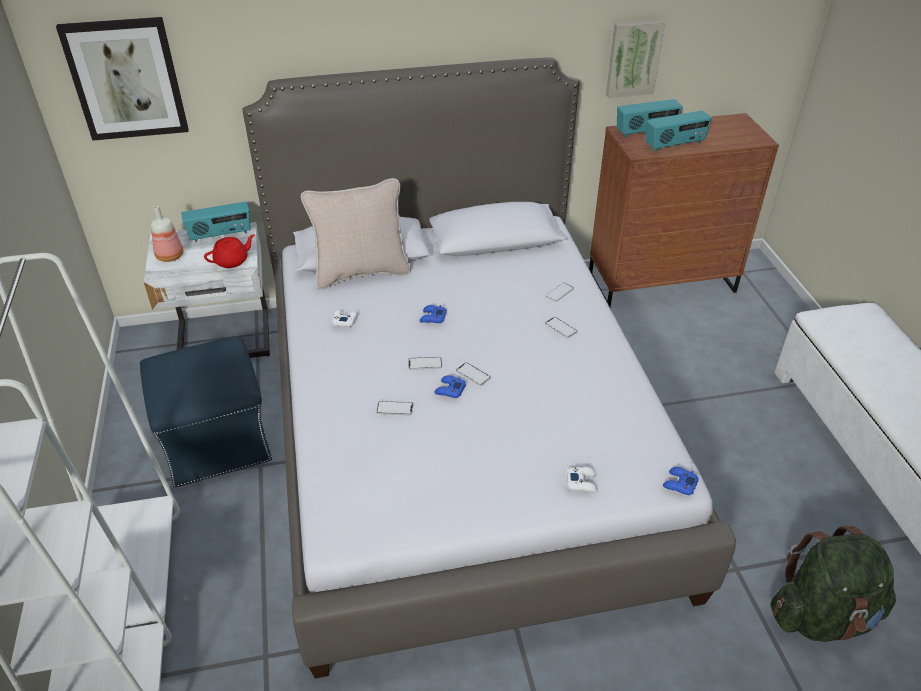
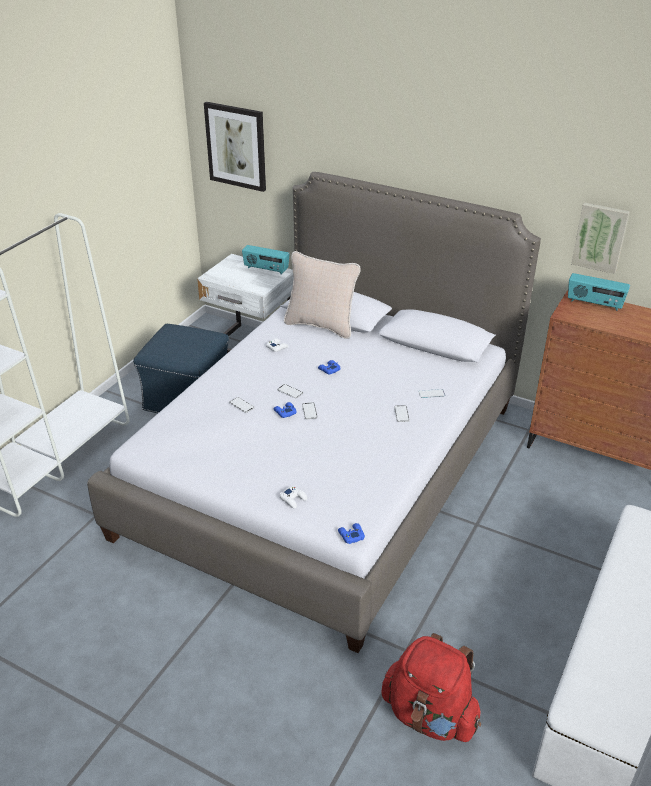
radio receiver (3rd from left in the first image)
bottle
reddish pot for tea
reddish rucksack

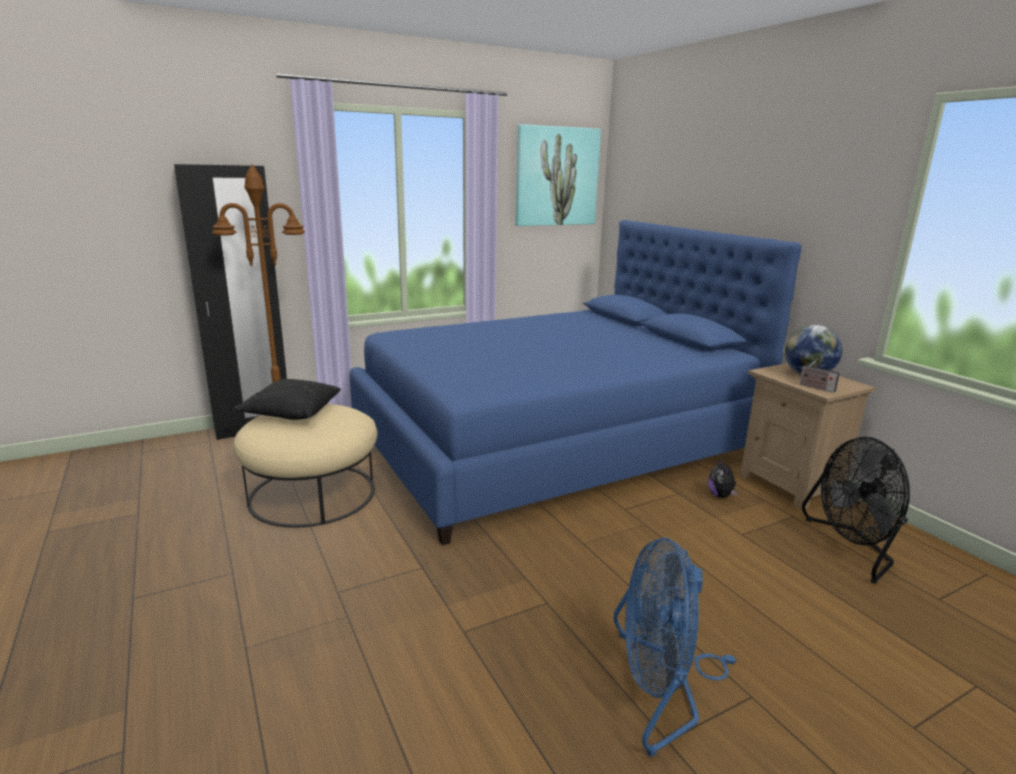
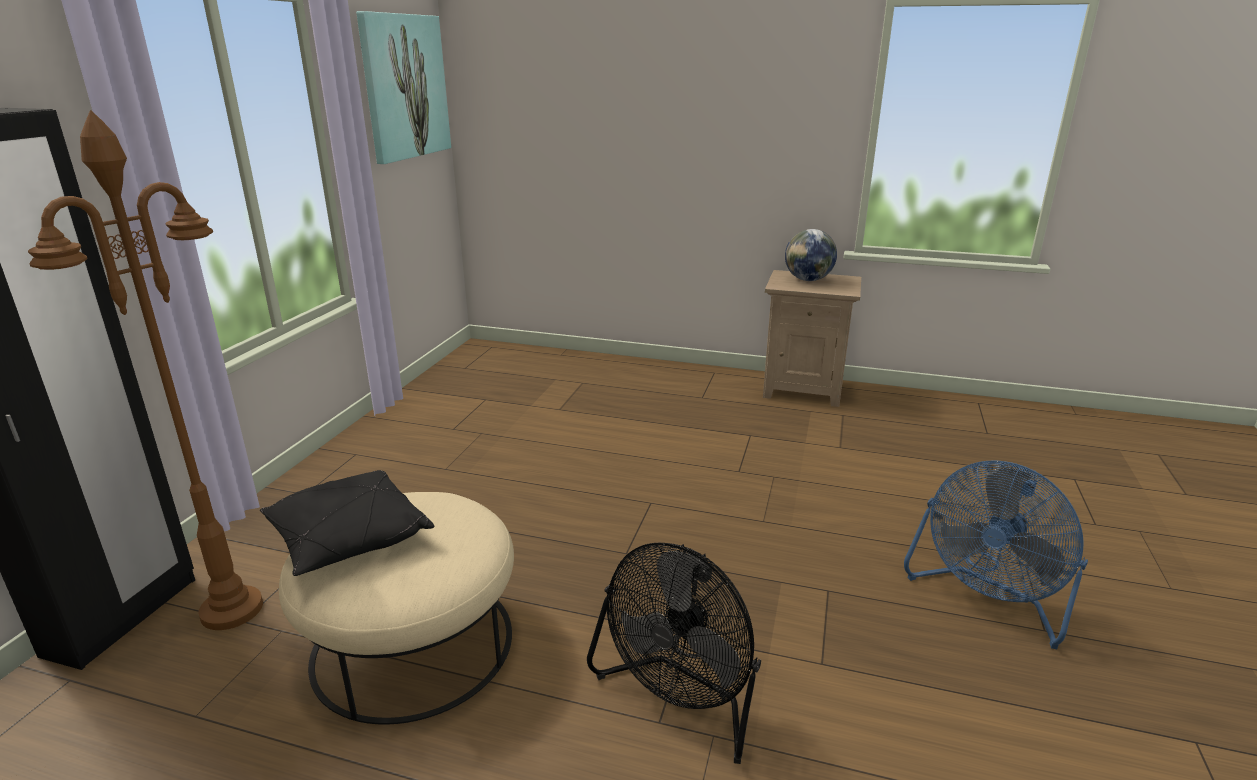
blue sleeping bed
radio receiver
black-coloured cooling fan
plush toy

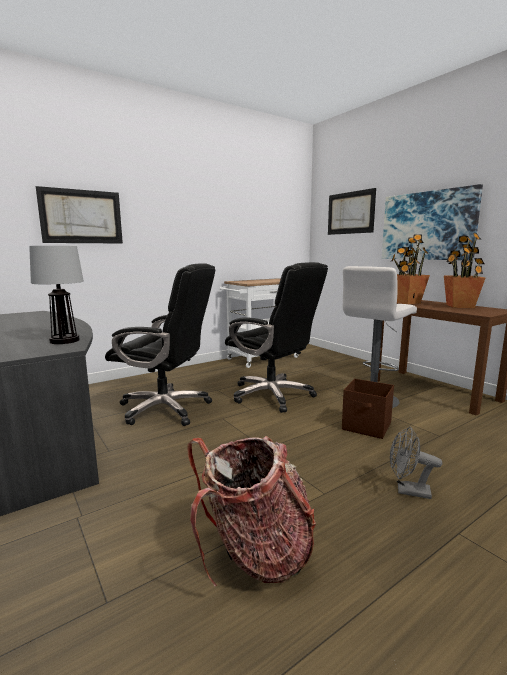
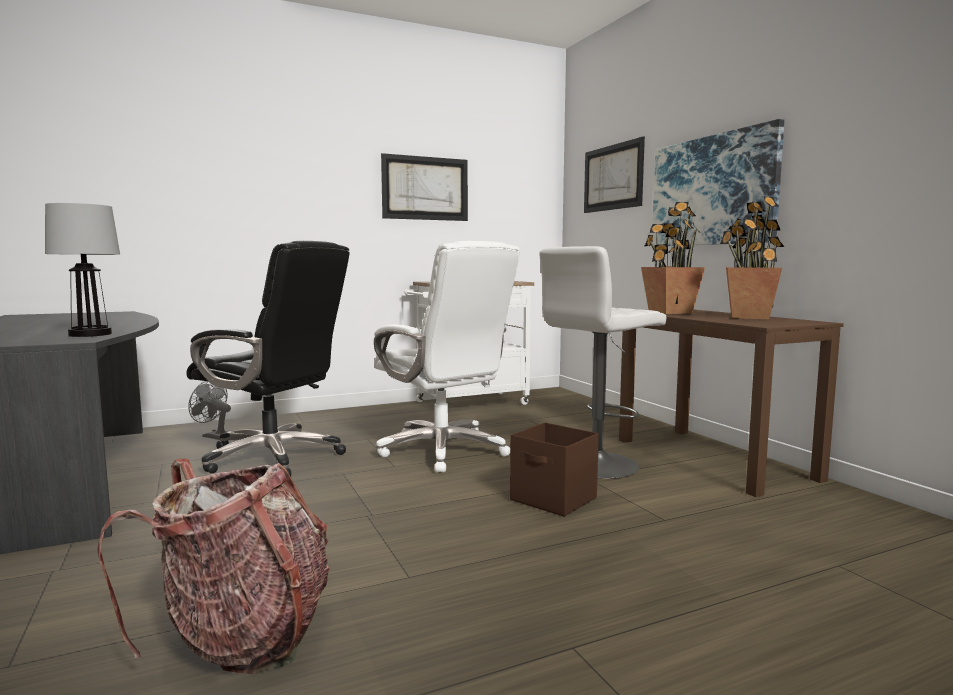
picture (1st from left)
whitish computer chair
grey cooling fan

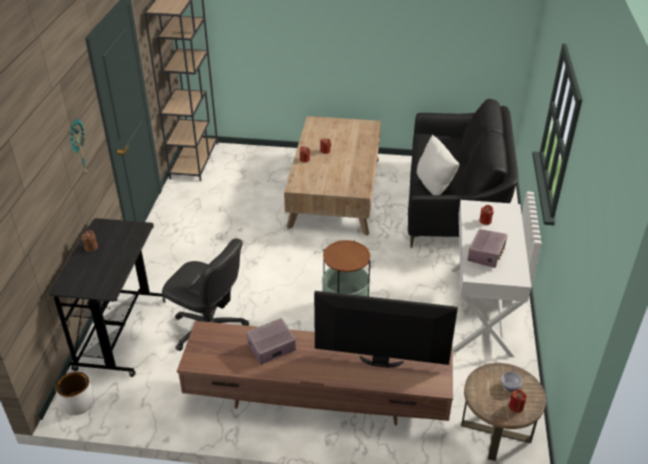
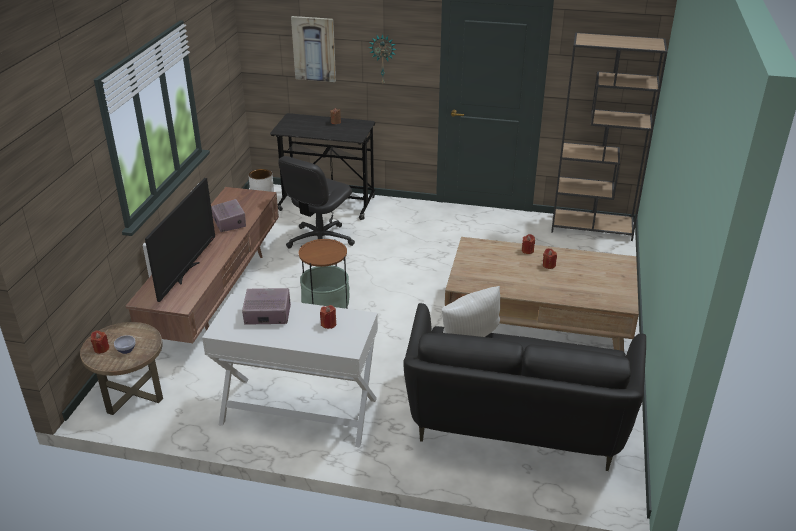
radio receiver (2nd from left)
picture

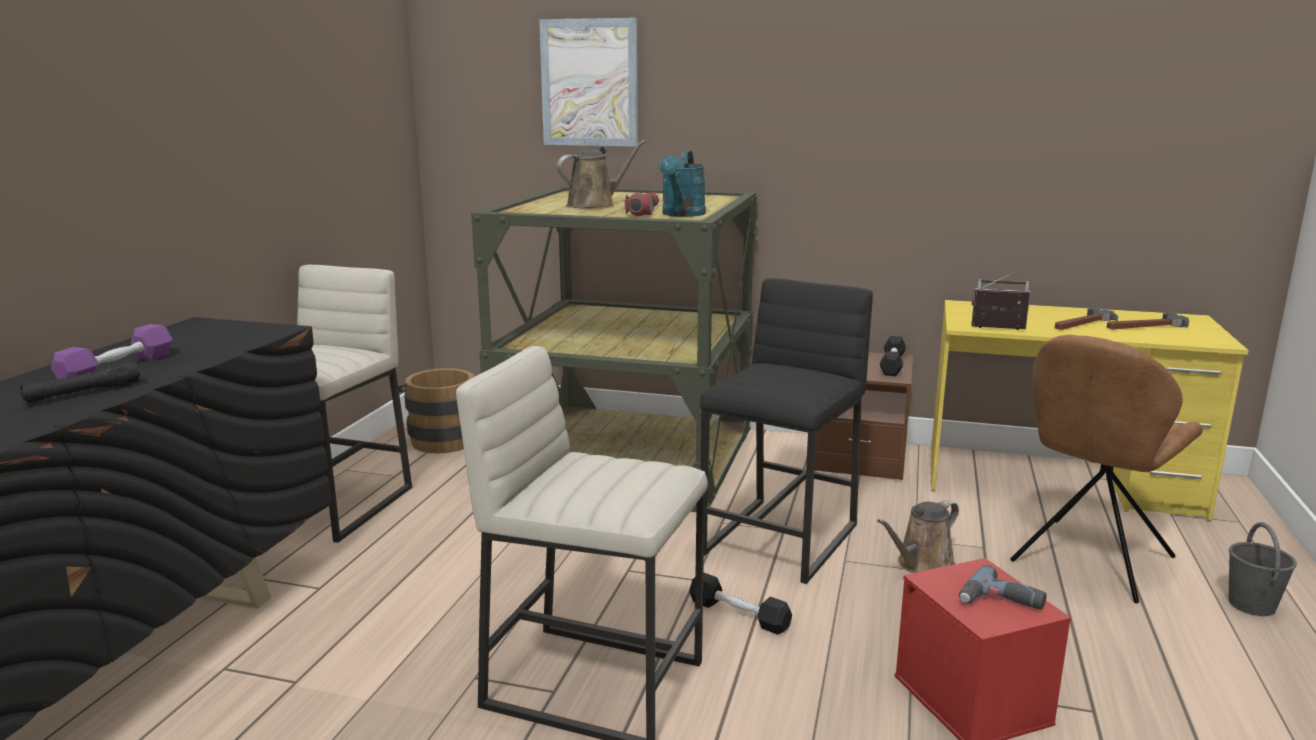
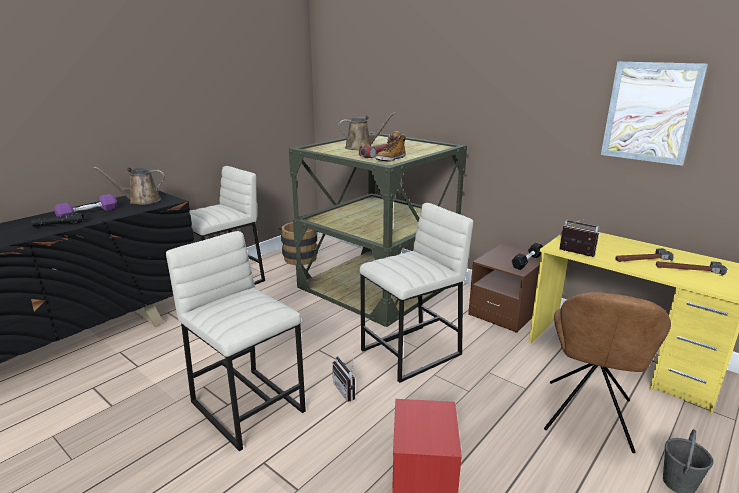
picture
high-top boot
beige-coloured stool seat (3rd from left)
brown-coloured chair
brown-coloured watering pot (1st from left)
electric drill
radio receiver (1st from left)

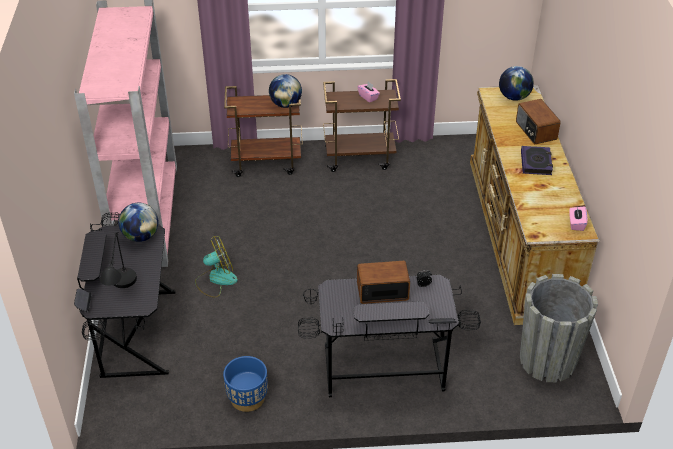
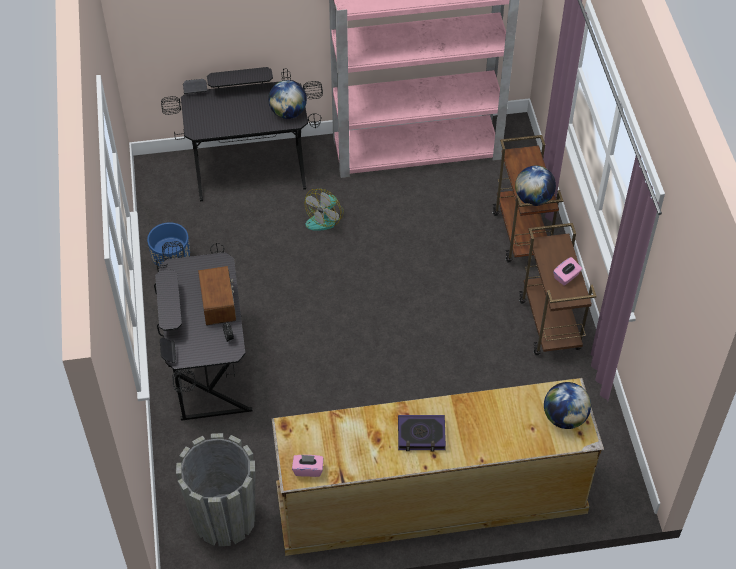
radio receiver (2nd from left in the first image)
black-coloured tabletop lamp
cooling fan

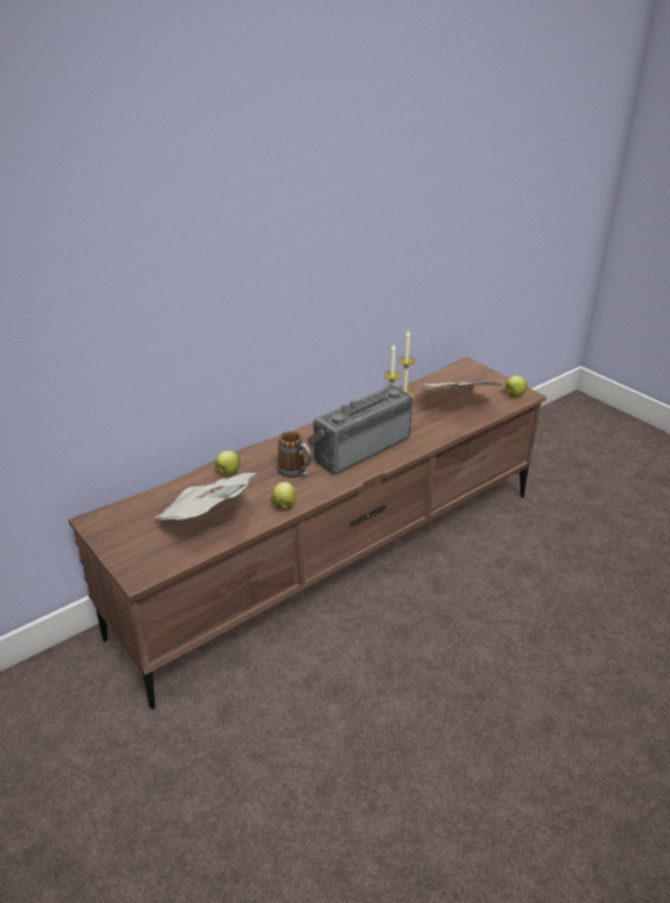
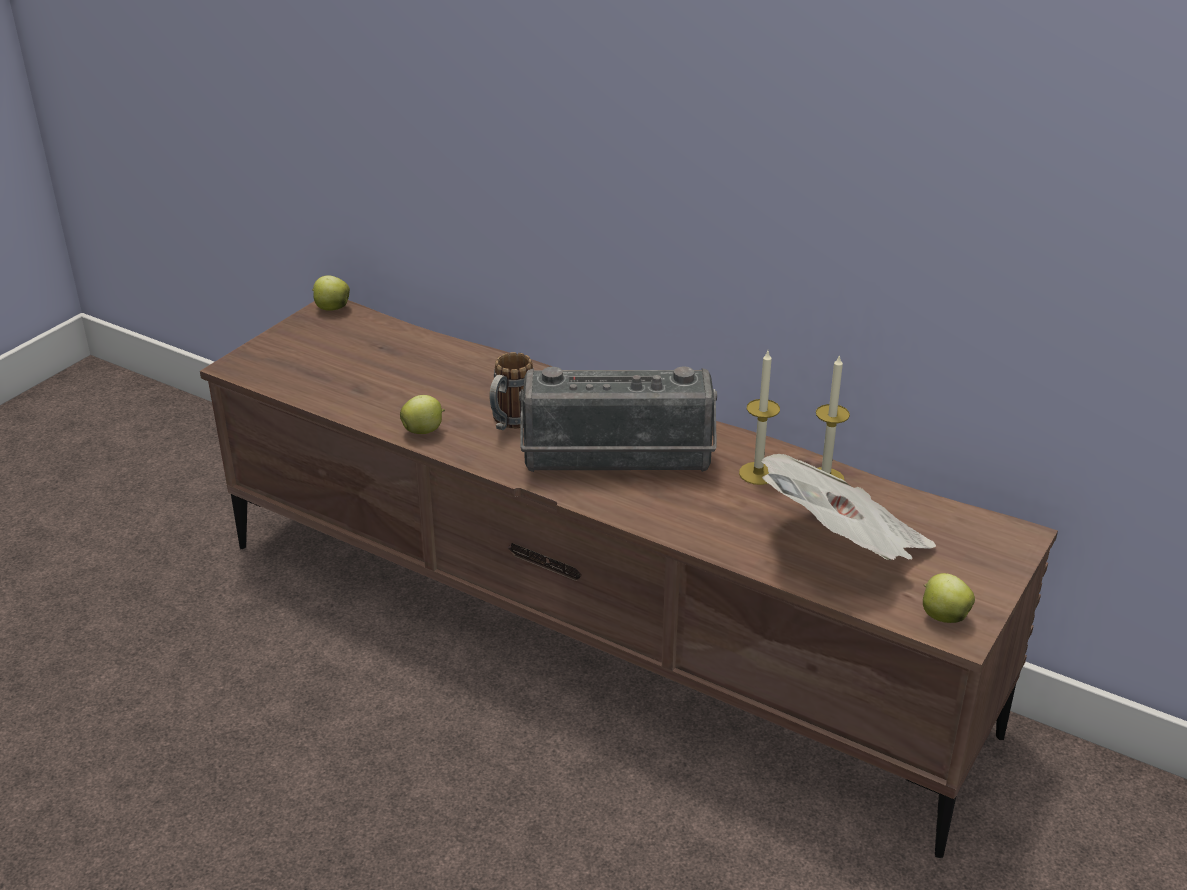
radio receiver
whole apple (1st from left)
printed paper (1st from left in the first image)

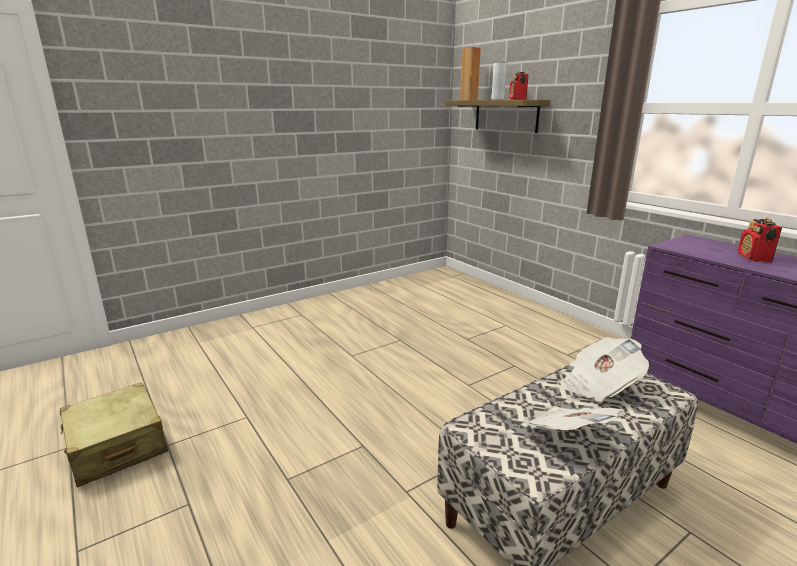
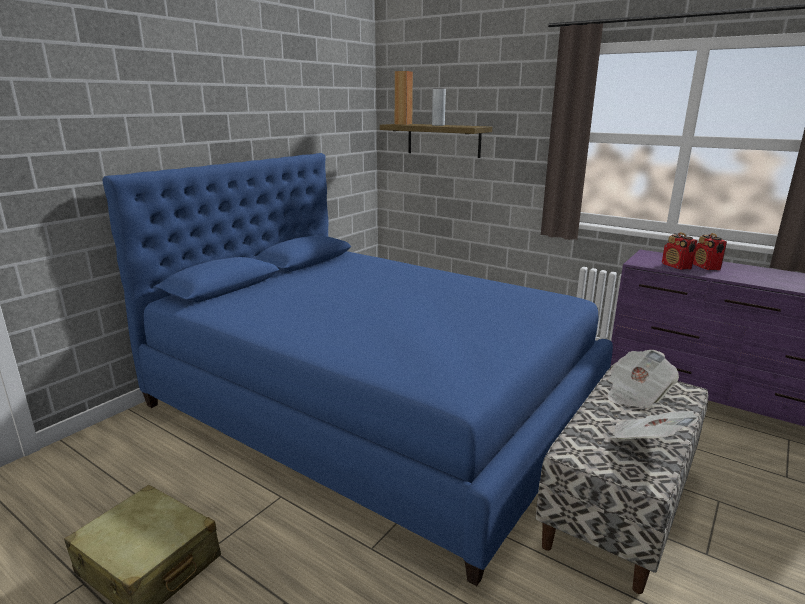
radio receiver (1st from left)
blue sleeping bed

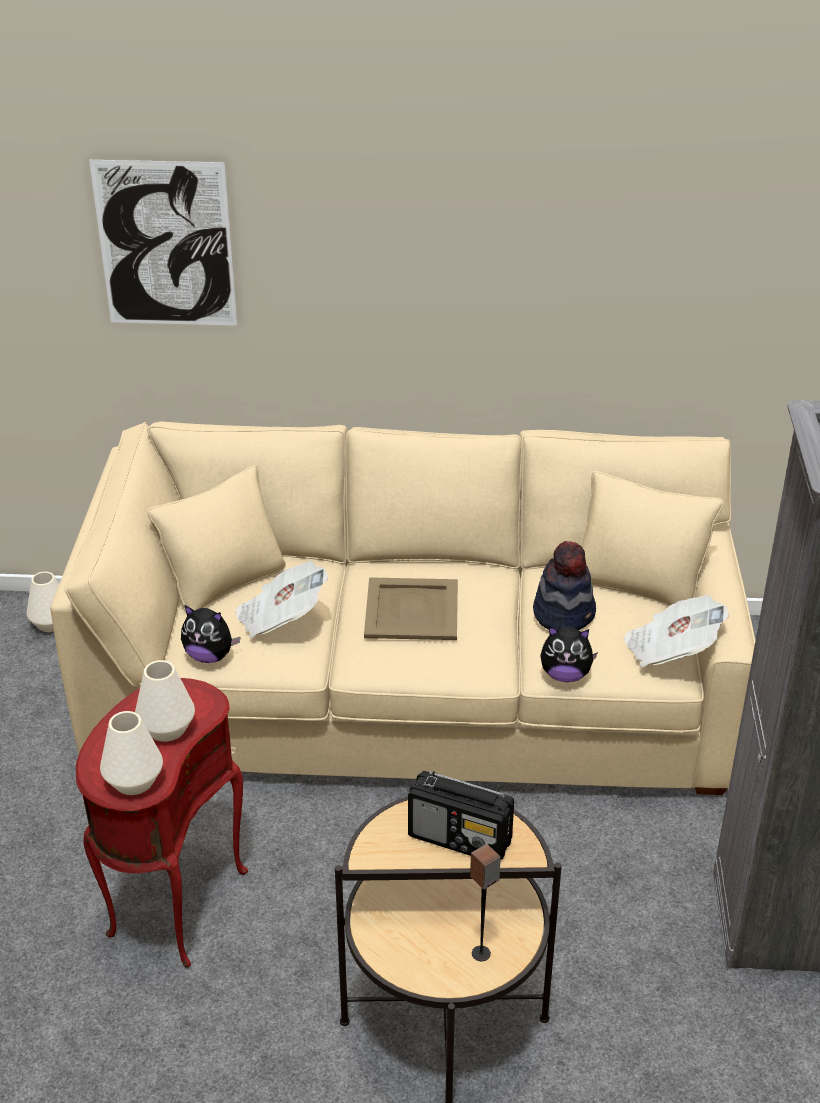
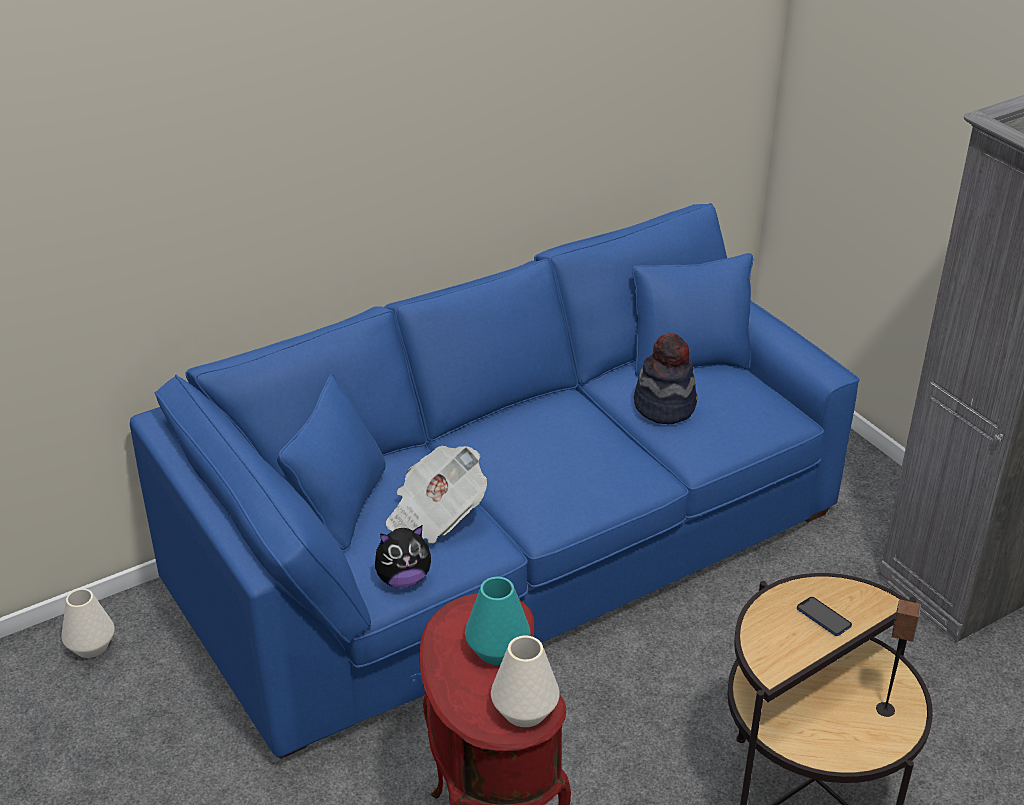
picture
blue settee
beige-coloured serving tray
printed paper (2nd from left in the first image)
plush toy (2nd from left in the first image)
blue-green flower vase
phone

